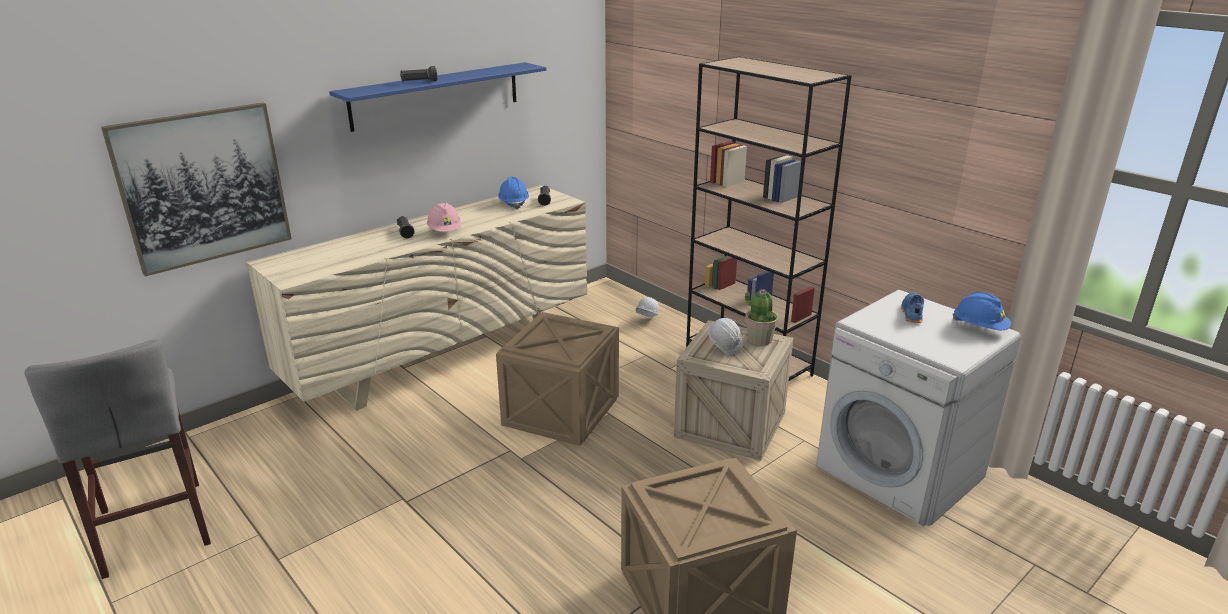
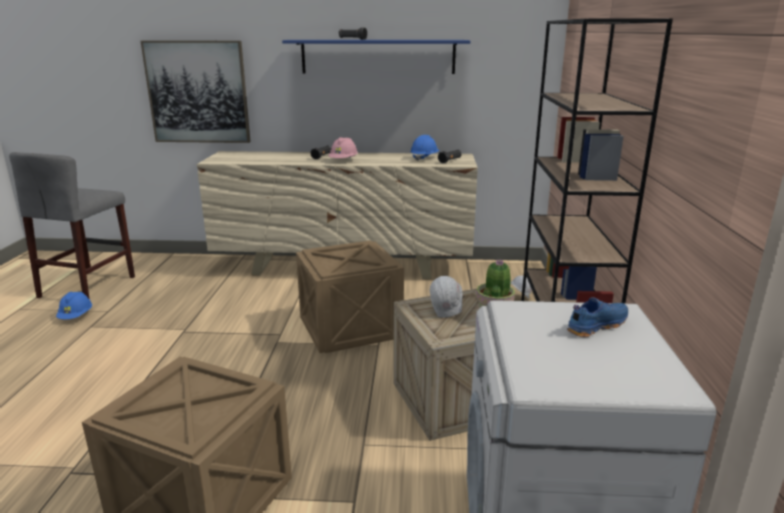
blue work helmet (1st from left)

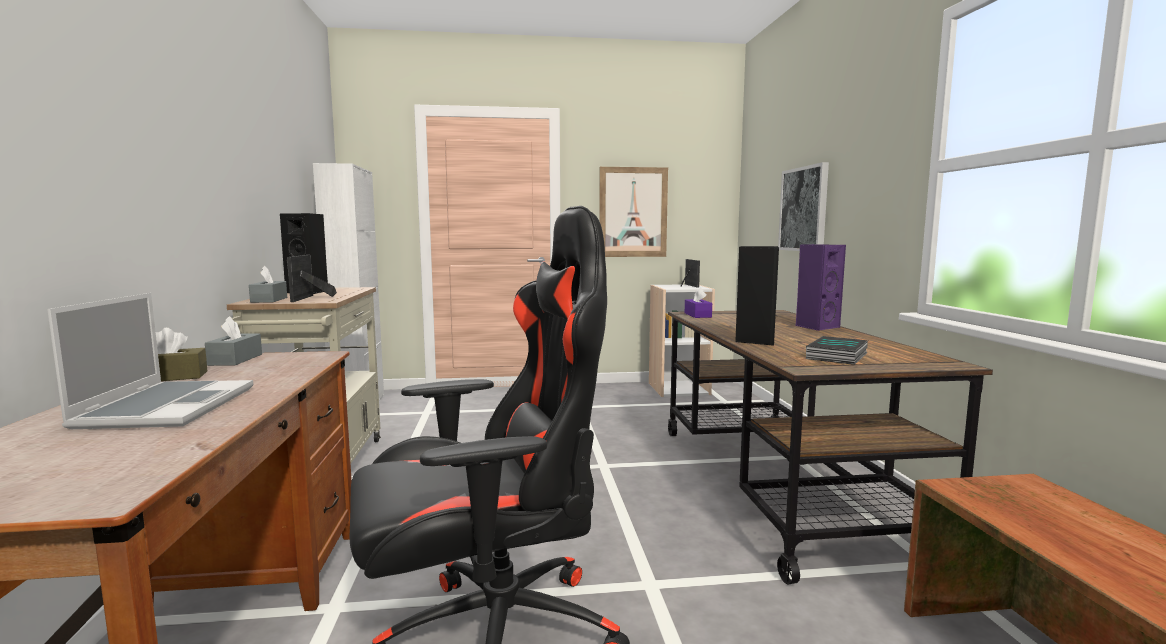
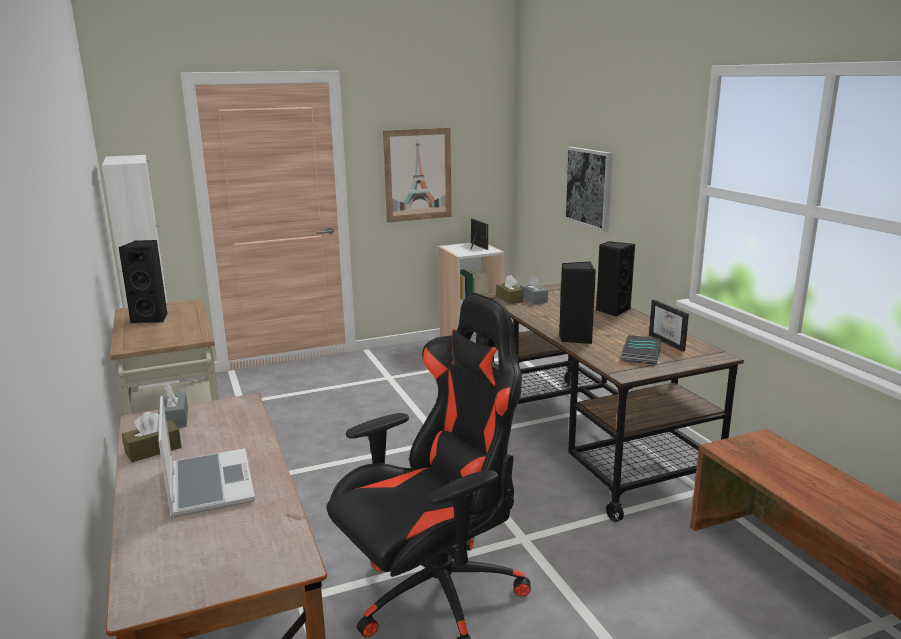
black-coloured audio speaker (3rd from left)
picture frame (2nd from left)
grey box of tissues (2nd from left)
brown-coloured box of tissues (2nd from left)

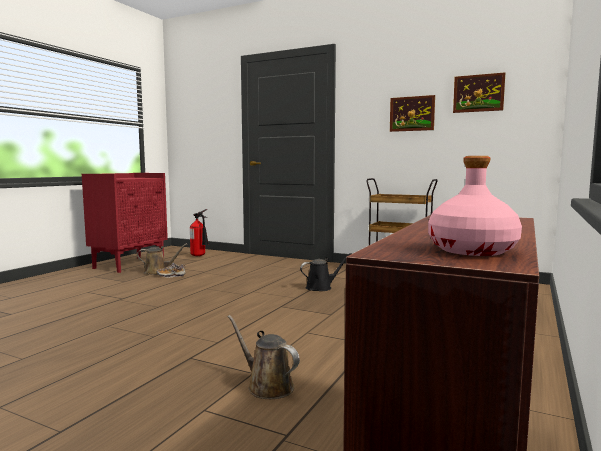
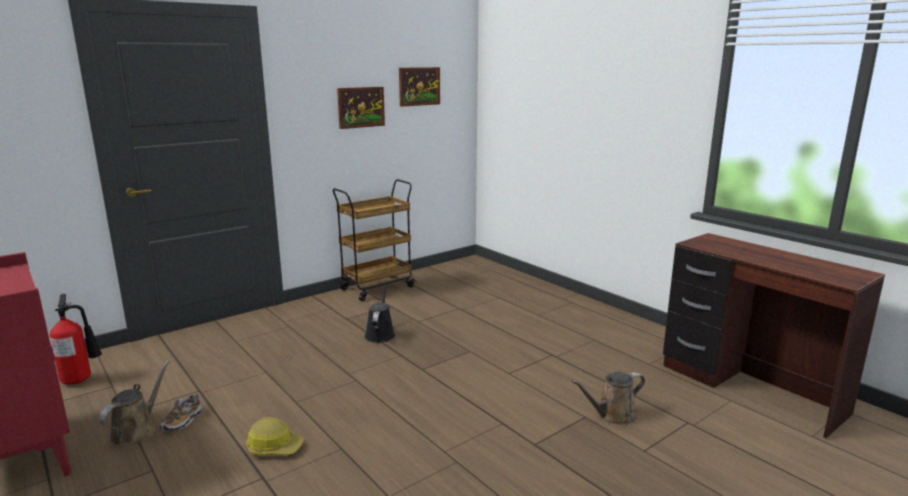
pinkish bottle
work helmet

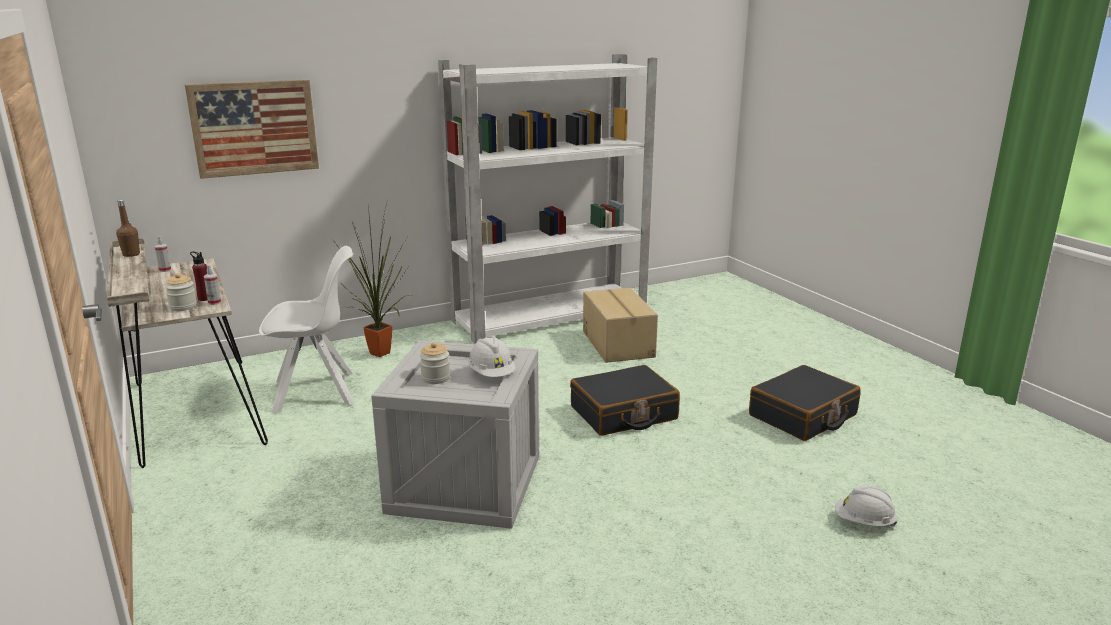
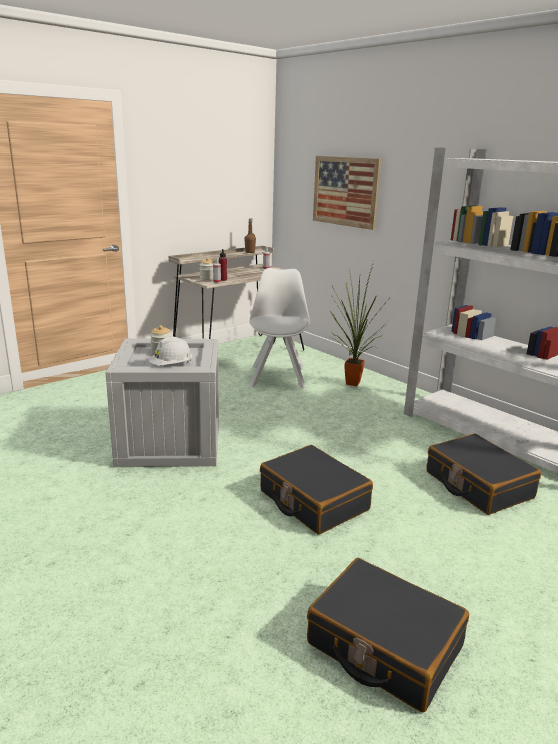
whitish chair
black-coloured piece of luggage (3rd from left)
whitish work helmet (2nd from left in the first image)

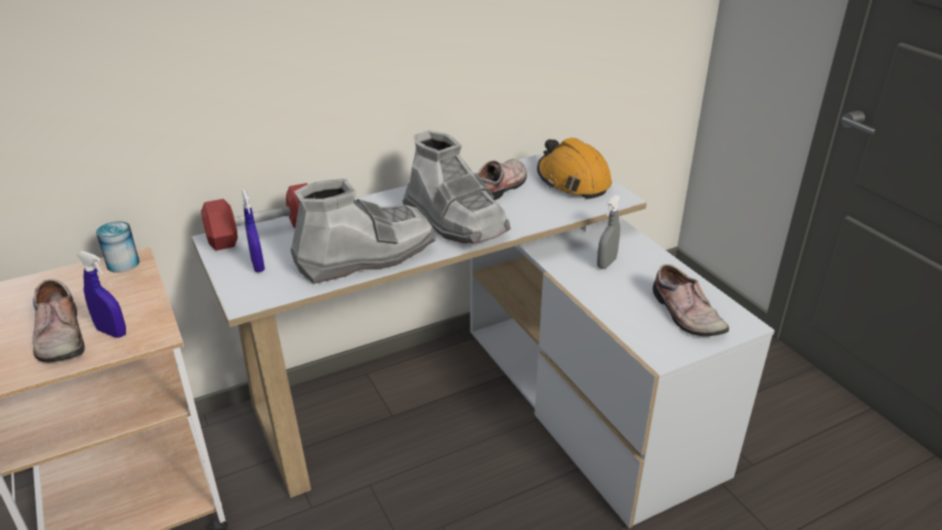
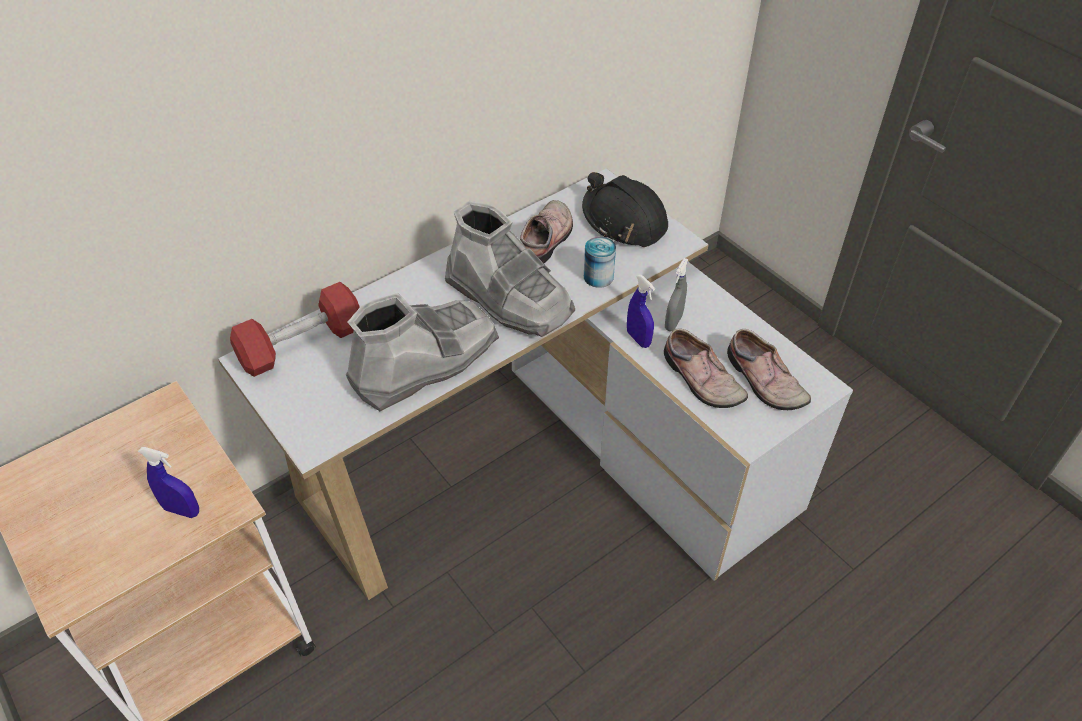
black-coloured work helmet
blue sprayer (2nd from left)
can
low shoe (2nd from left)

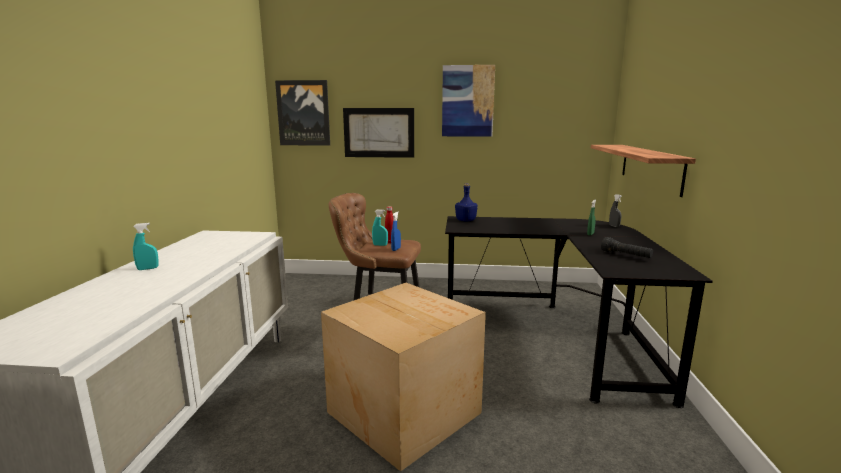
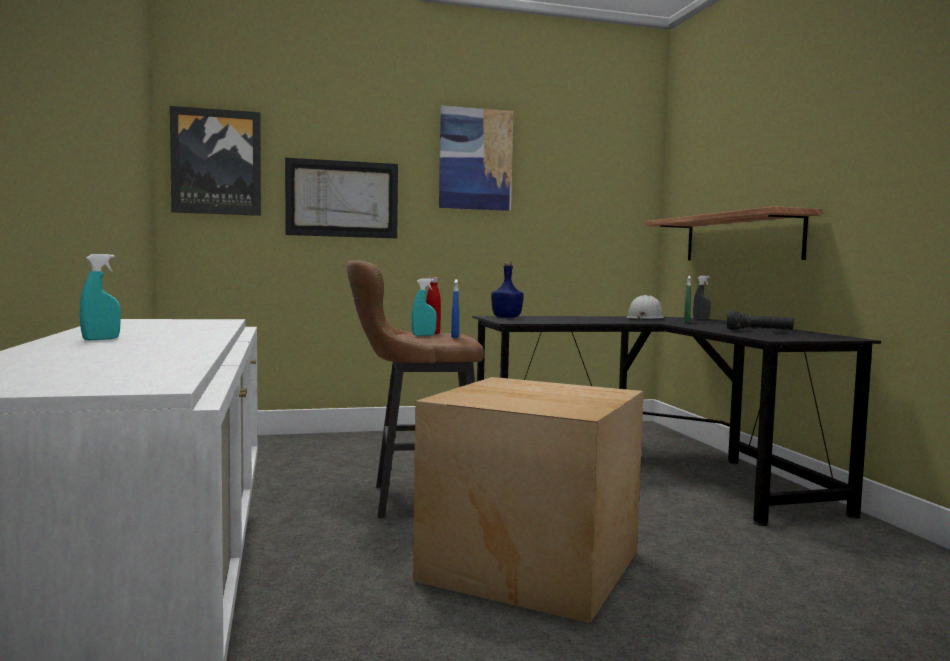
whitish work helmet

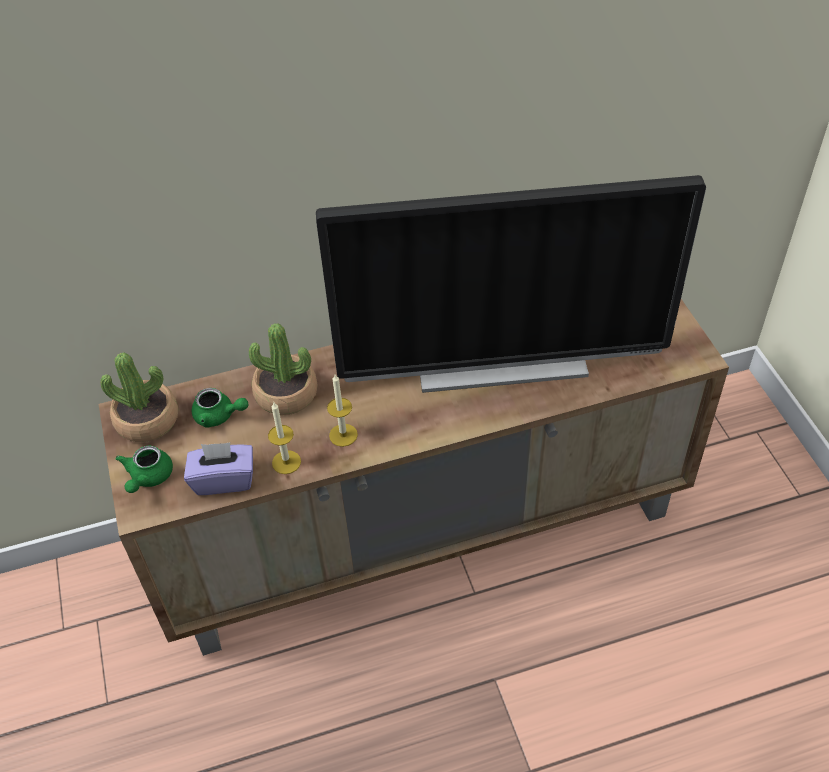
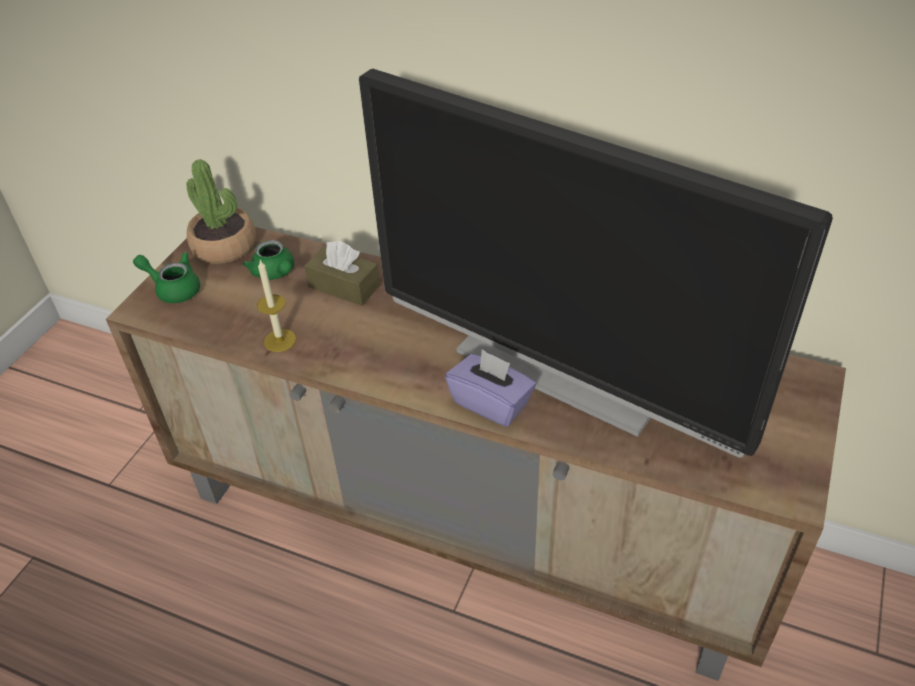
brown-coloured box of tissues
wax candle (2nd from left in the first image)
purple-coloured box of tissues
green-coloured pot for tea (1st from left)

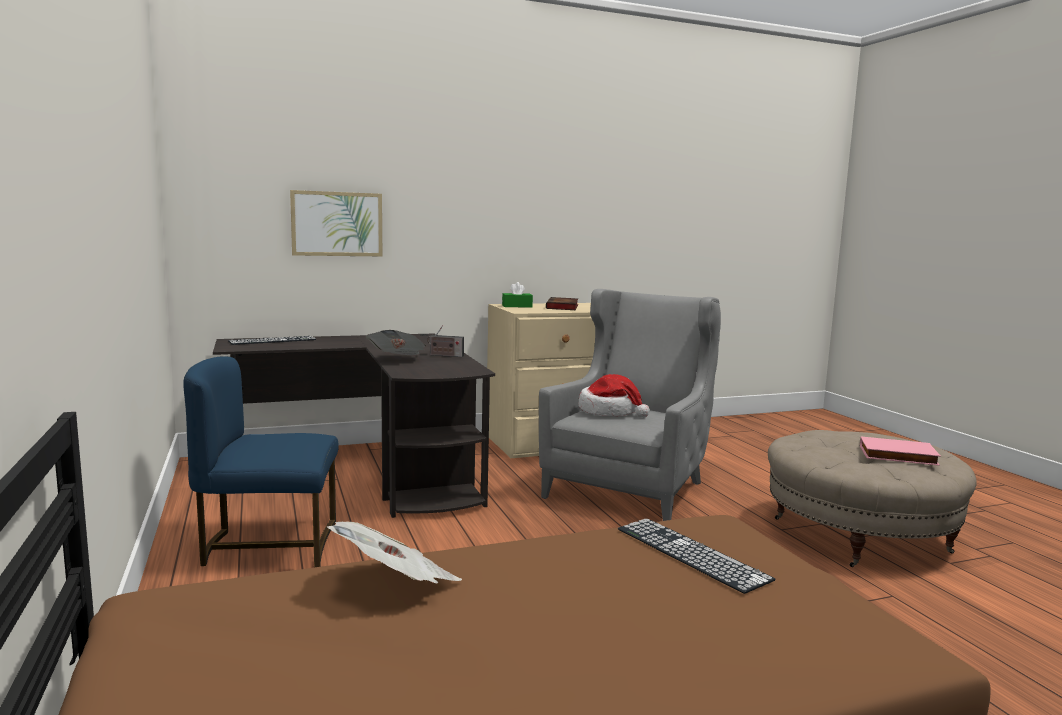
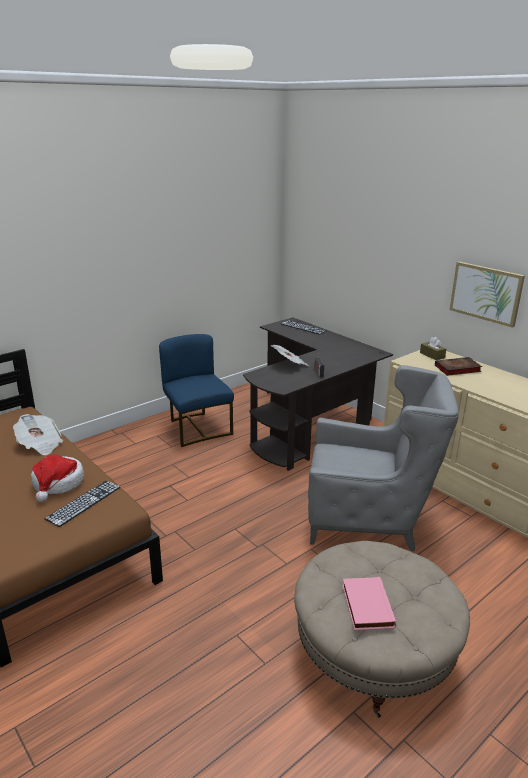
picture
brown-coloured box of tissues
wearable hat

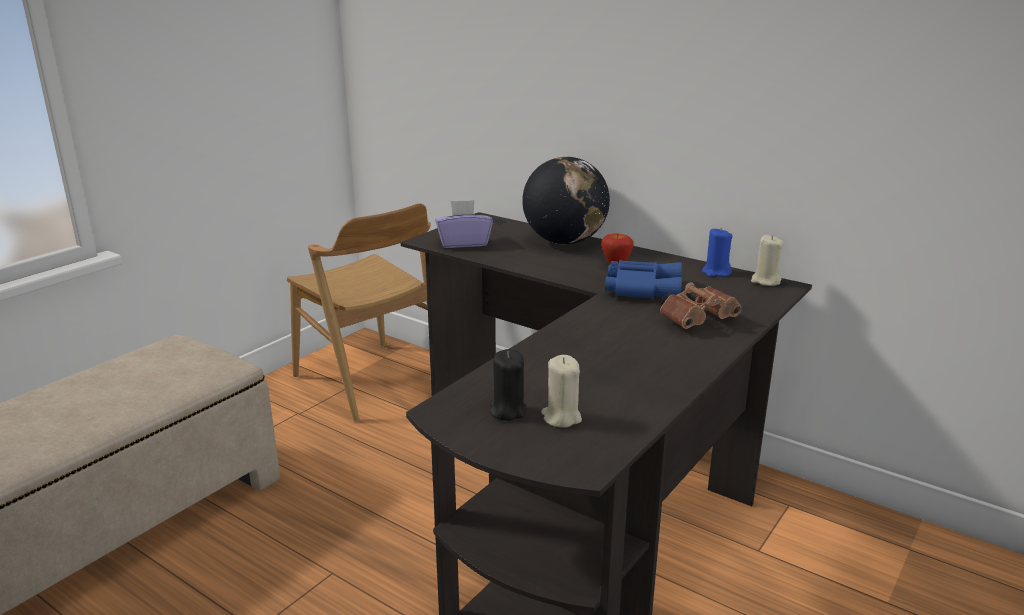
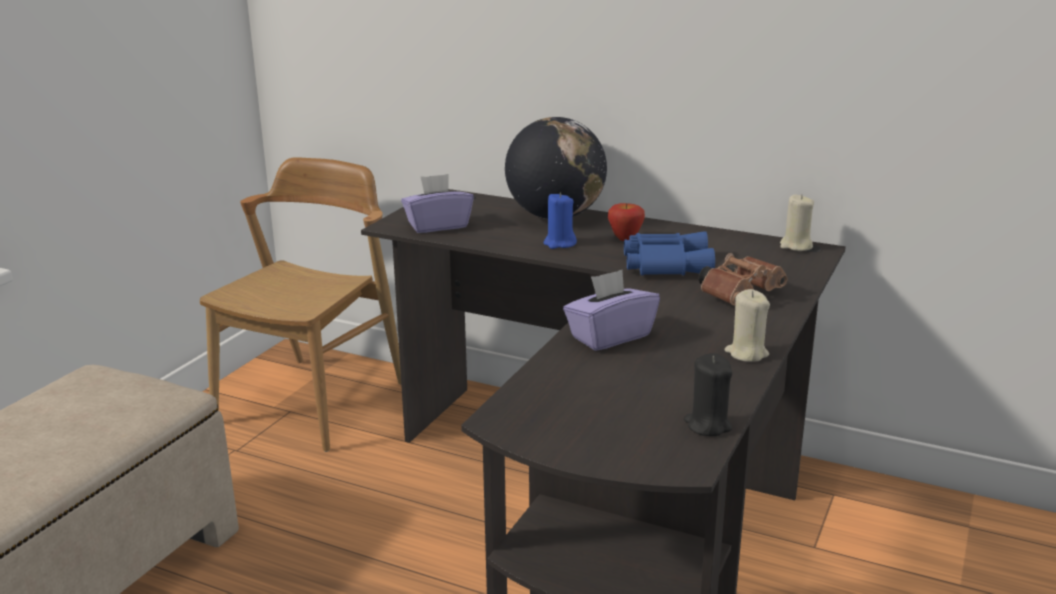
brown-coloured chair
blue wax candle
black-coloured wax candle
beige-coloured wax candle (1st from left)
purple-coloured box of tissues (2nd from left)

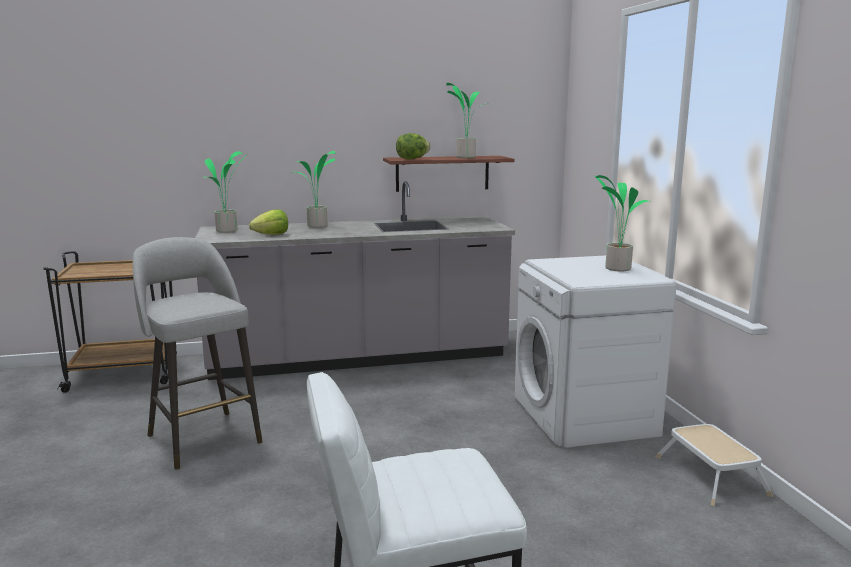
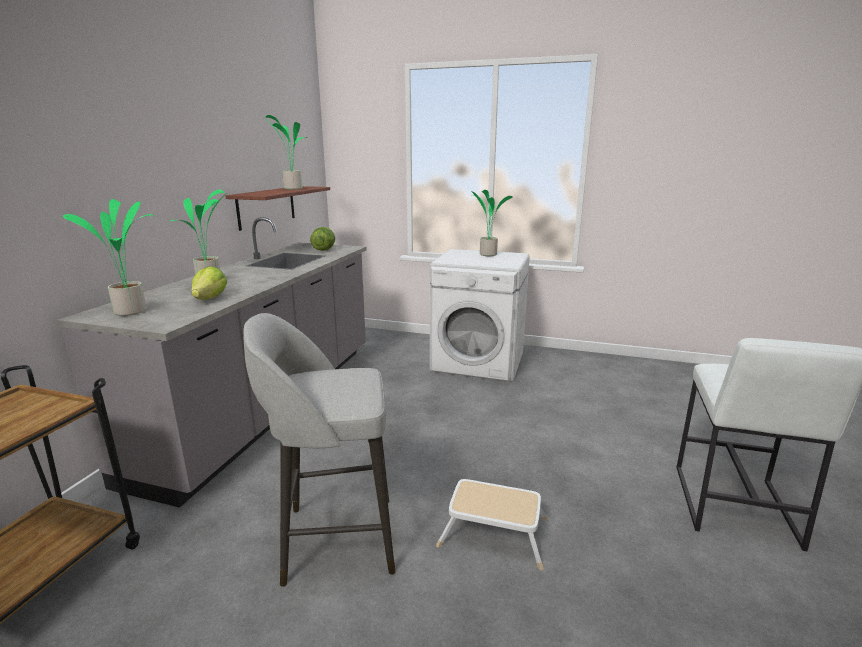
lettuce head (2nd from left)
beige-coloured step ladder

